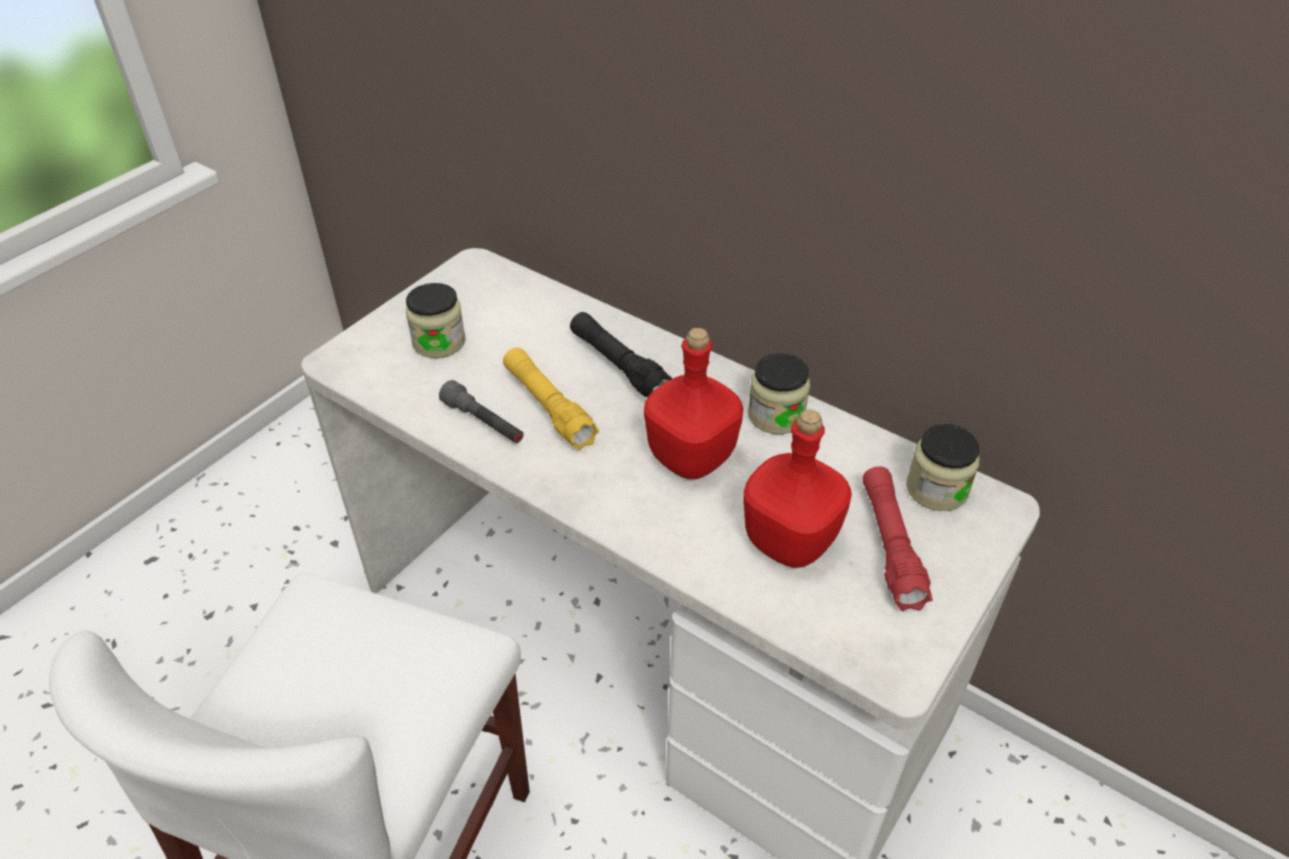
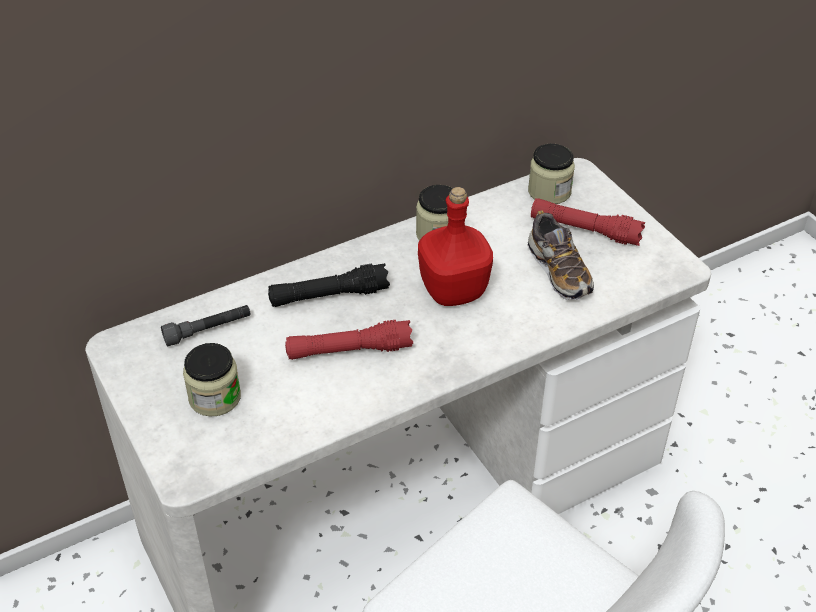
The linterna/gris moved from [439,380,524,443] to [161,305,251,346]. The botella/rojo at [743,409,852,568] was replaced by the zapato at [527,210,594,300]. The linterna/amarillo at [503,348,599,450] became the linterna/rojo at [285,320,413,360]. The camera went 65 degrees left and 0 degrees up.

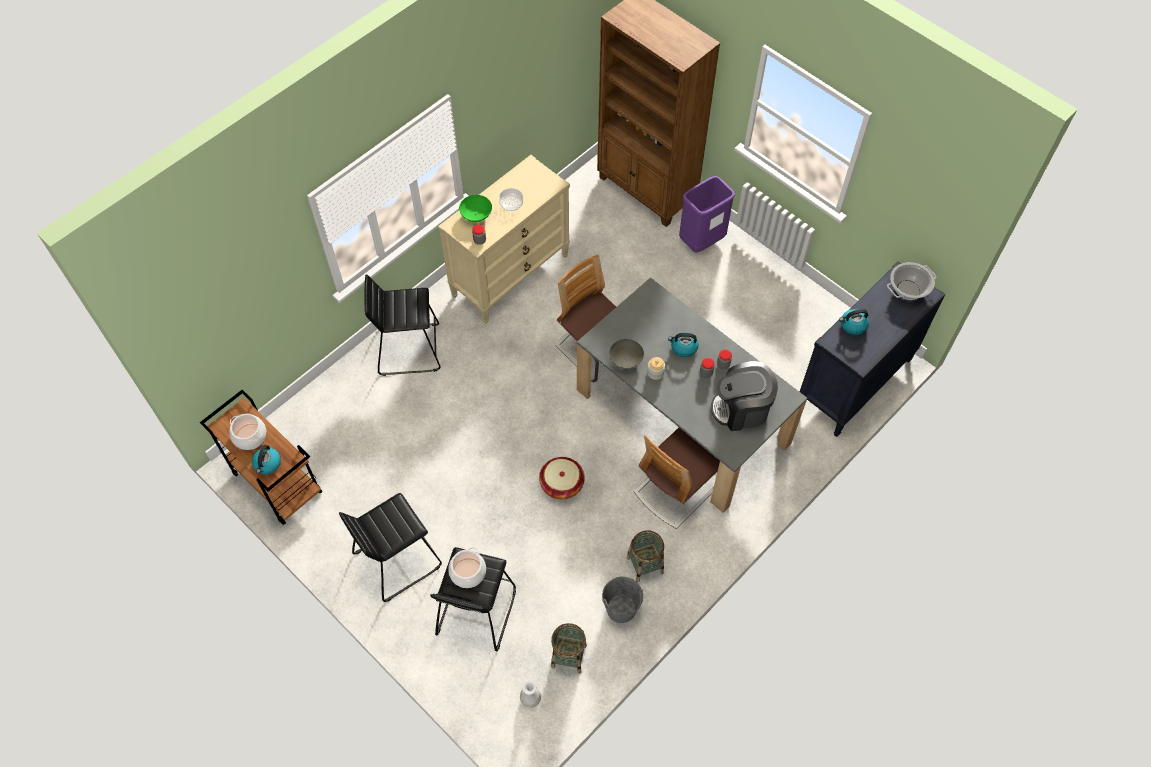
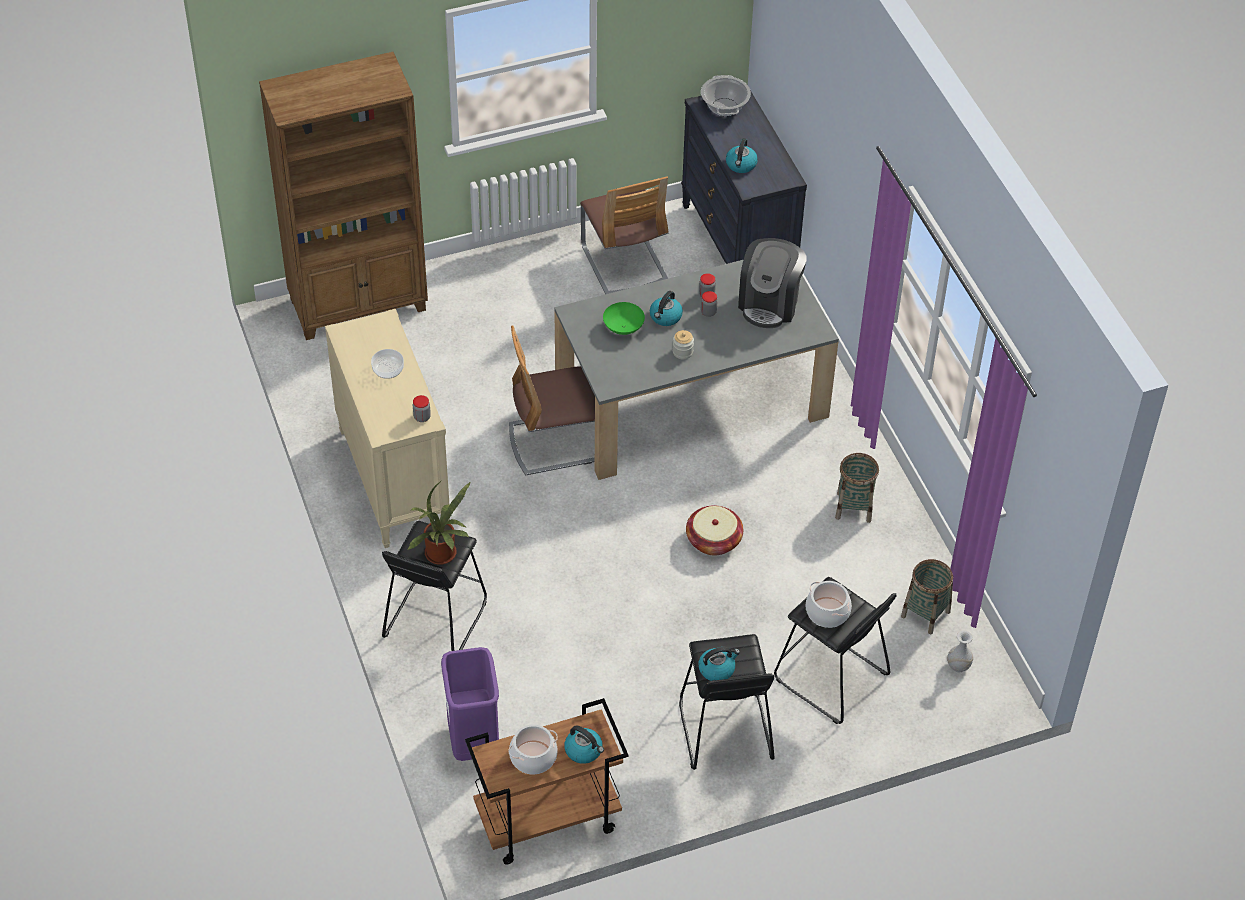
The cubo/gris at [602,577,643,623] disappeared. The cuenco/gris at [609,339,644,369] disappeared. The planta en maceta at [408,480,470,565] appeared. The hervidor at [698,647,740,681] appeared. The cuenco/verde moved from [459,195,492,222] to [603,302,645,335]. The silla moved from [634,428,720,529] to [580,176,669,294]. The papelera/morado moved from [679,176,735,253] to [441,647,499,761]. The camera went 65 degrees left and 10 degrees down.

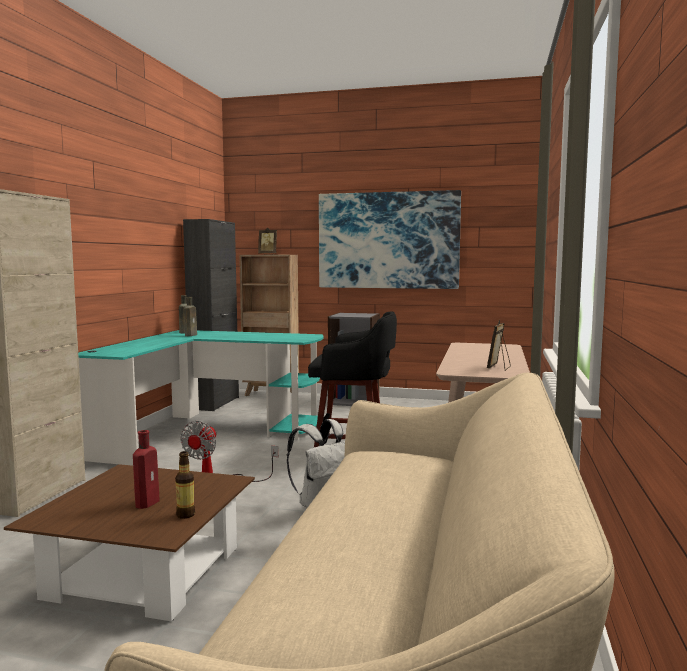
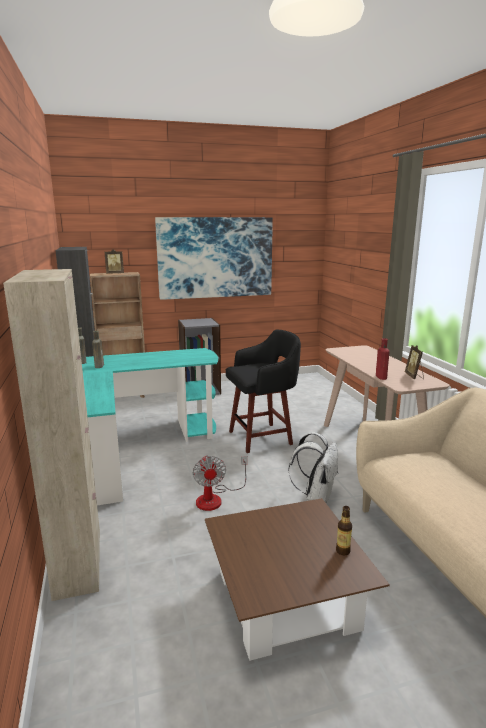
The botella/rojo moved from [133,430,160,509] to [376,338,389,380]. The camera went 30 degrees left and 10 degrees up.

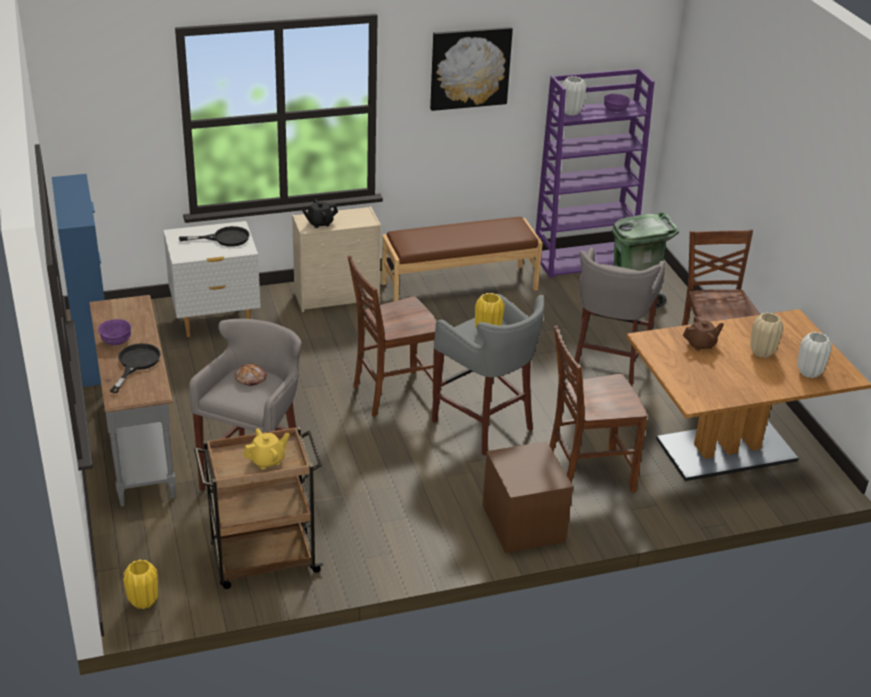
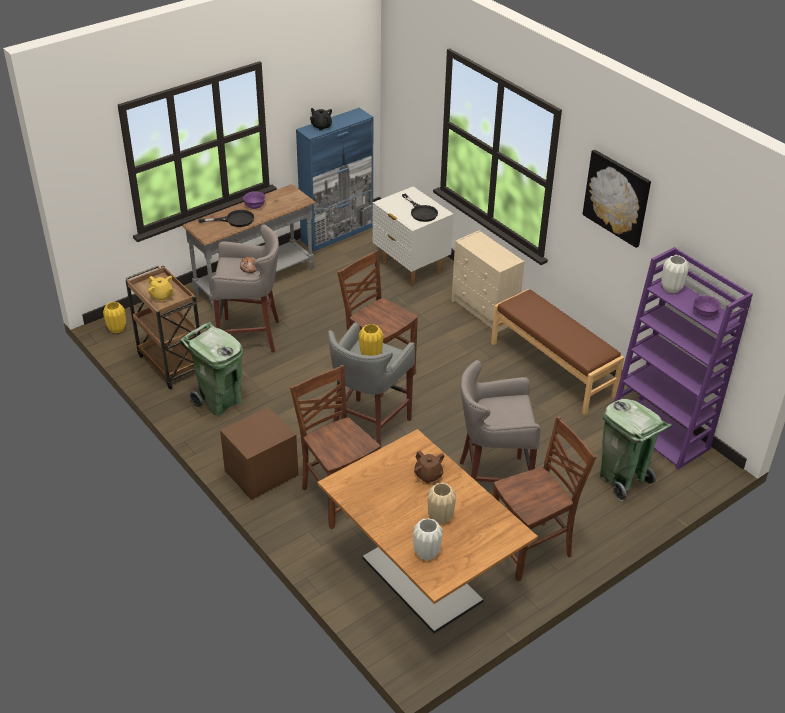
The papelera/verde at [180,322,244,416] appeared. The tetera/negro moved from [302,199,338,228] to [310,108,332,131]. The camera went 70 degrees right and 5 degrees up.

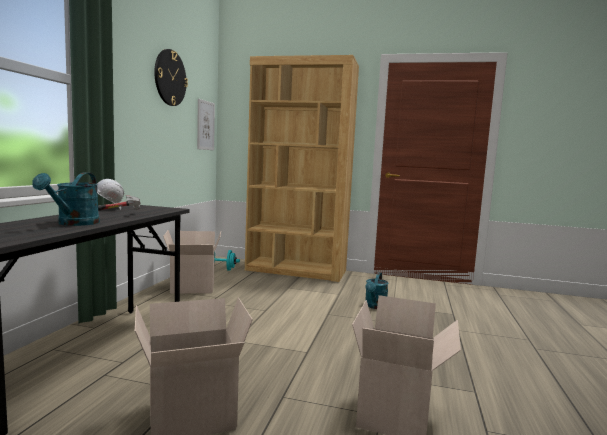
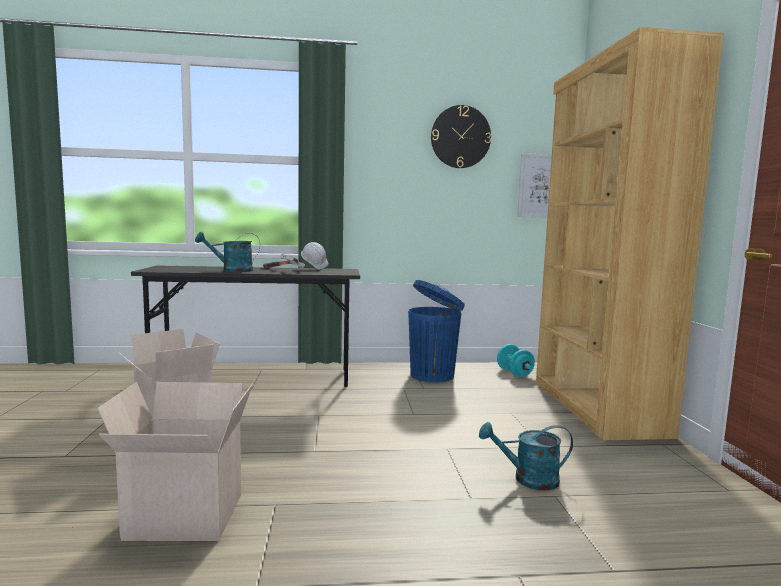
The caja de cartón at [163,230,221,294] was replaced by the papelera/azul at [408,280,465,382]. The camera went 70 degrees right and 0 degrees up.

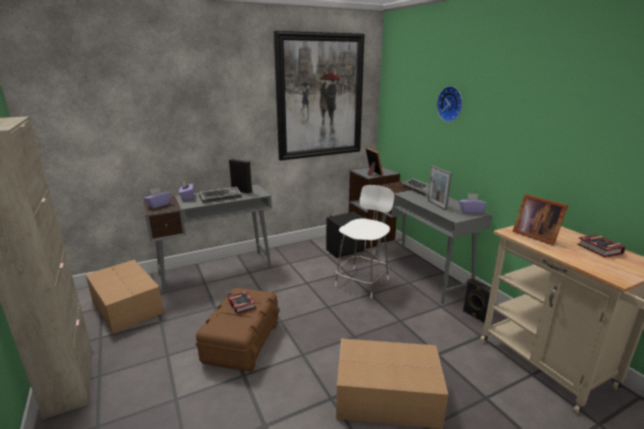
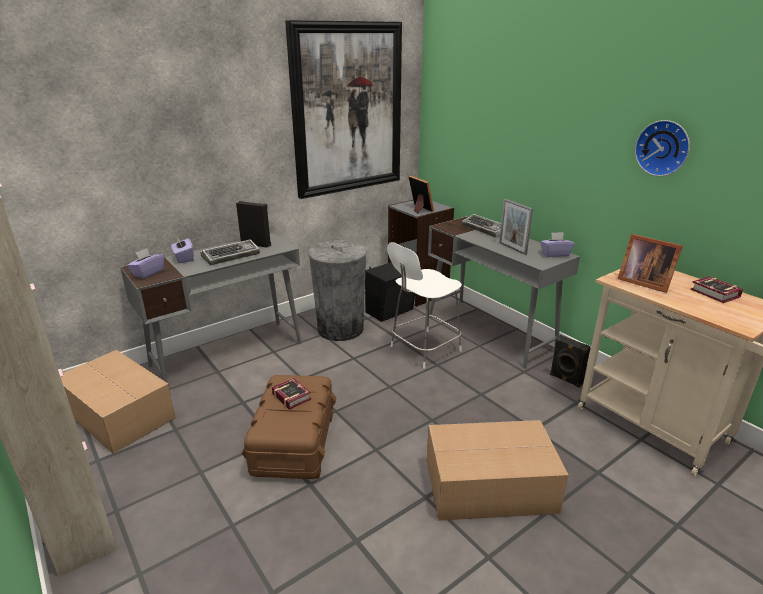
The papelera/gris at [308,240,367,341] appeared. The reloj de pared moved from [437,86,462,122] to [635,120,690,176]. The silla/blanco at [335,185,394,298] turned 150 degrees counterclockwise. The camera went 10 degrees left and 5 degrees up.

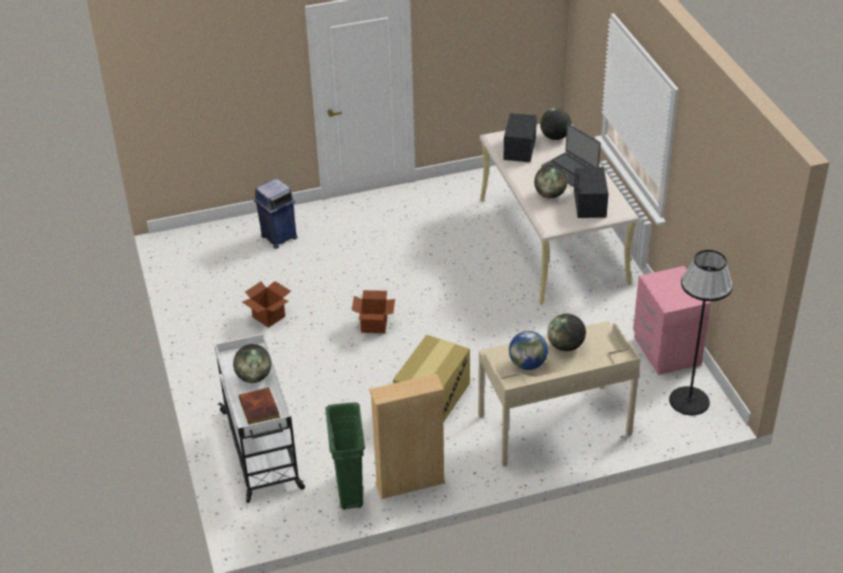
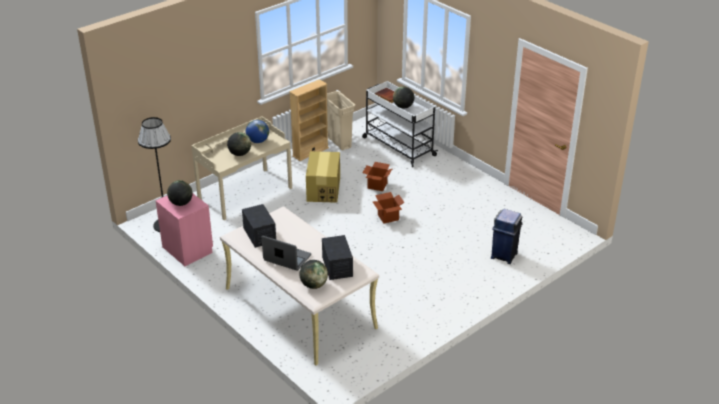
The caja de cartón moved from [242,281,291,328] to [362,162,392,191]. The globo terráqueo moved from [534,165,567,198] to [167,180,193,206]. The papelera/verde at [325,402,365,510] became the papelera/beis at [327,91,355,150]. The camera went 155 degrees right and 5 degrees down.

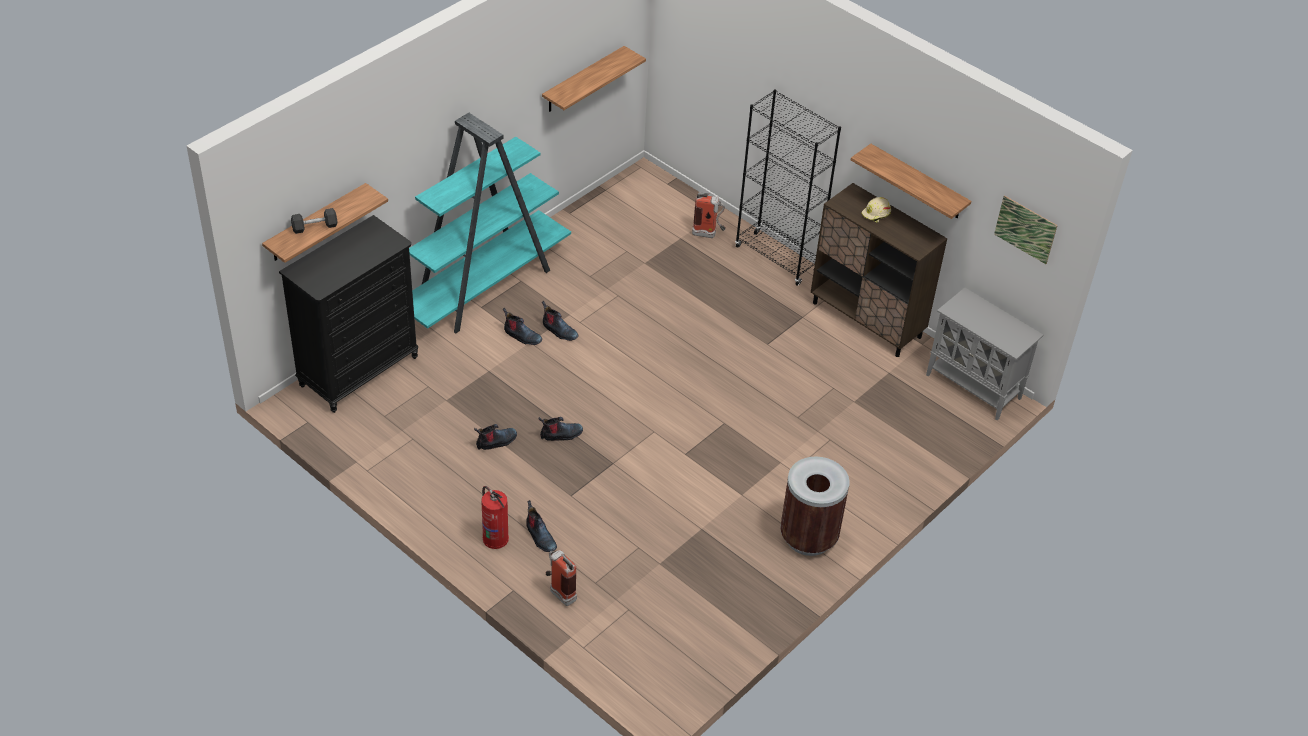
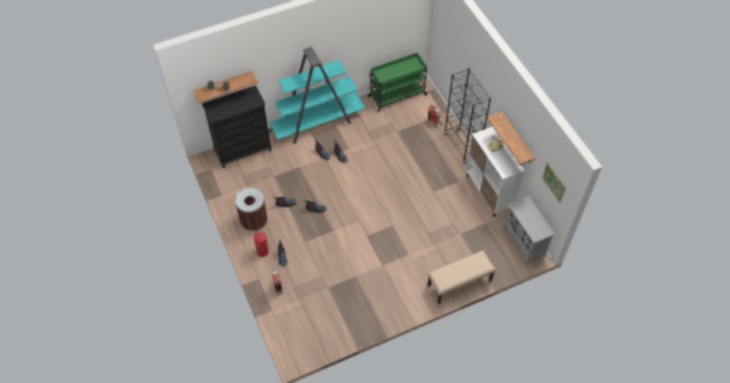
The estante at [542,46,646,112] disappeared. The carrito/verde at [368,53,428,113] appeared. The banco/beis at [428,250,496,304] appeared. The papelera/marrón moved from [780,457,850,556] to [235,188,267,231]. The armario/marrón at [811,183,948,357] became the armario/blanco at [466,127,524,217]. The camera went 25 degrees right and 10 degrees up.

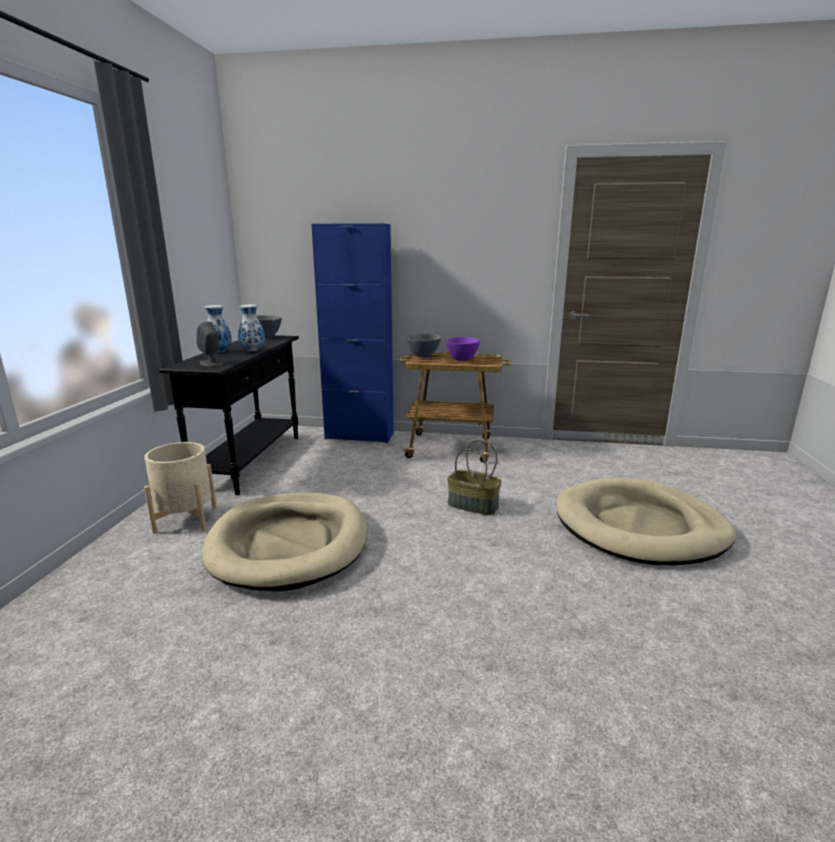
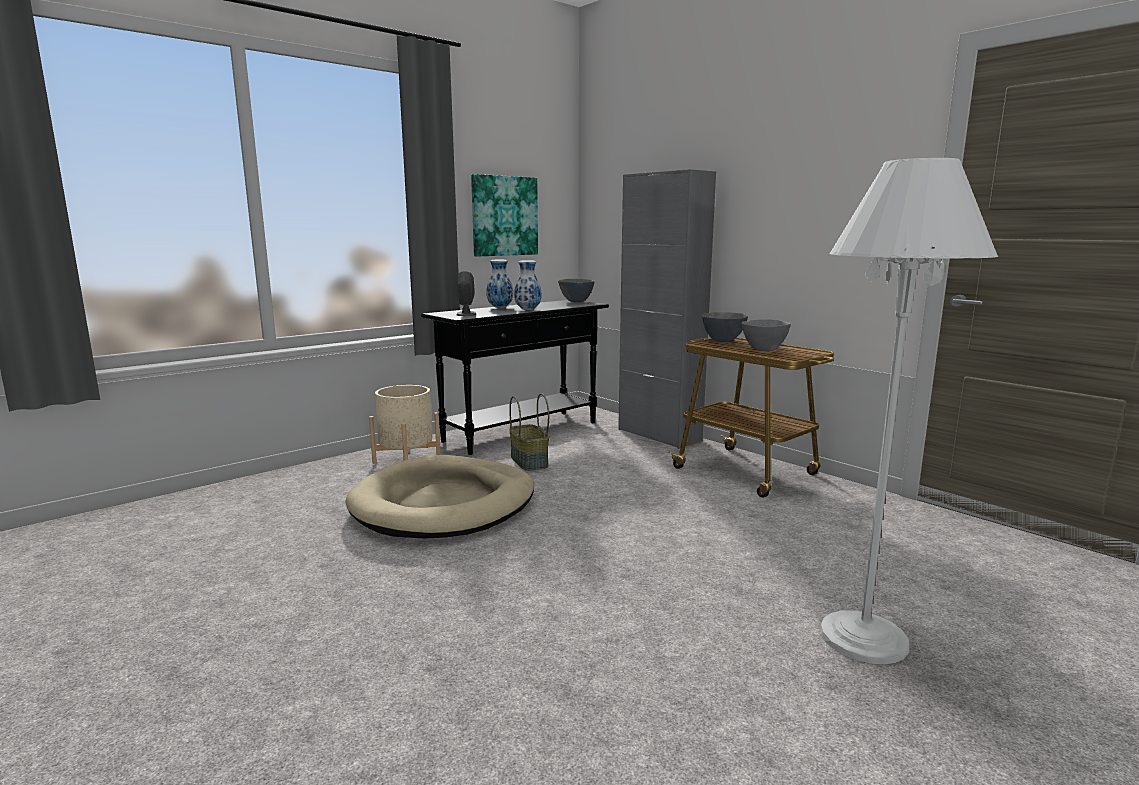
The cuadro at [471,174,538,256] appeared. The cesta moved from [447,440,502,515] to [509,393,549,471]. The cama para perro/beis at [556,478,736,565] was replaced by the lámpara de pie/blanco at [821,158,998,664]. The armario/azul at [311,223,394,443] became the armario/gris at [618,169,716,449]. The cuenco/morado at [446,337,480,361] became the cuenco/gris at [742,319,791,351]. The camera went 40 degrees right and 5 degrees down.

